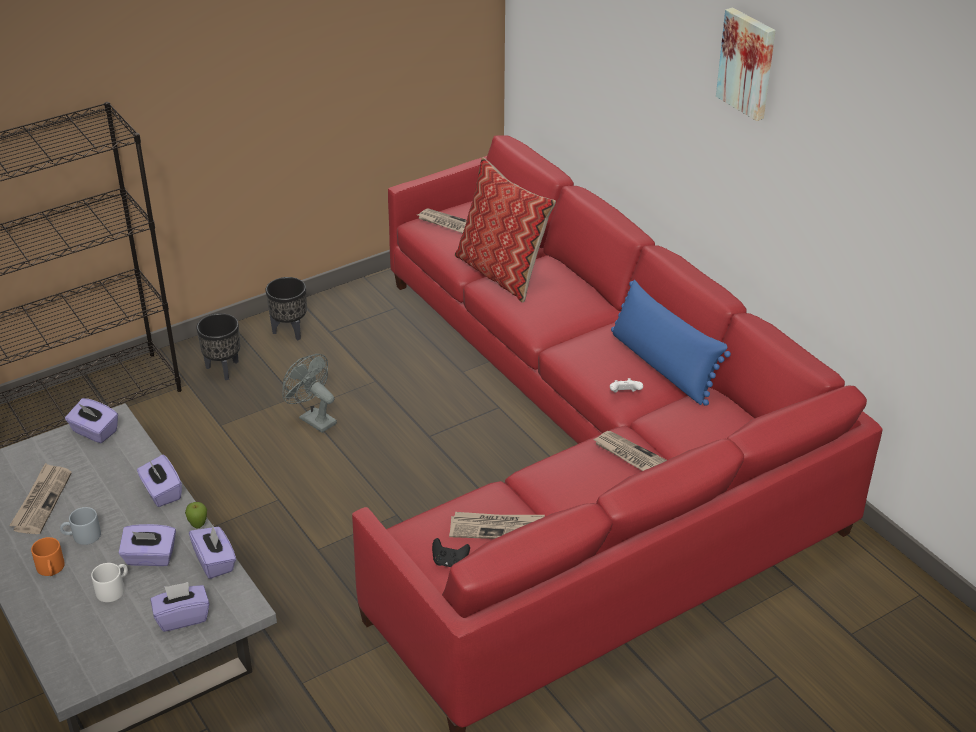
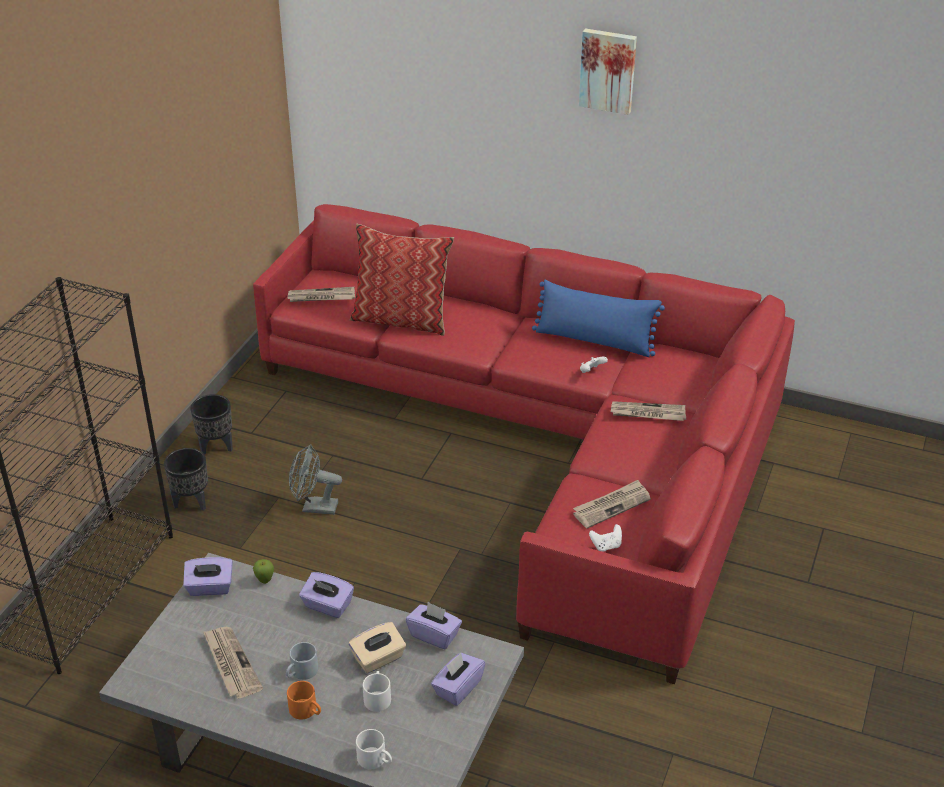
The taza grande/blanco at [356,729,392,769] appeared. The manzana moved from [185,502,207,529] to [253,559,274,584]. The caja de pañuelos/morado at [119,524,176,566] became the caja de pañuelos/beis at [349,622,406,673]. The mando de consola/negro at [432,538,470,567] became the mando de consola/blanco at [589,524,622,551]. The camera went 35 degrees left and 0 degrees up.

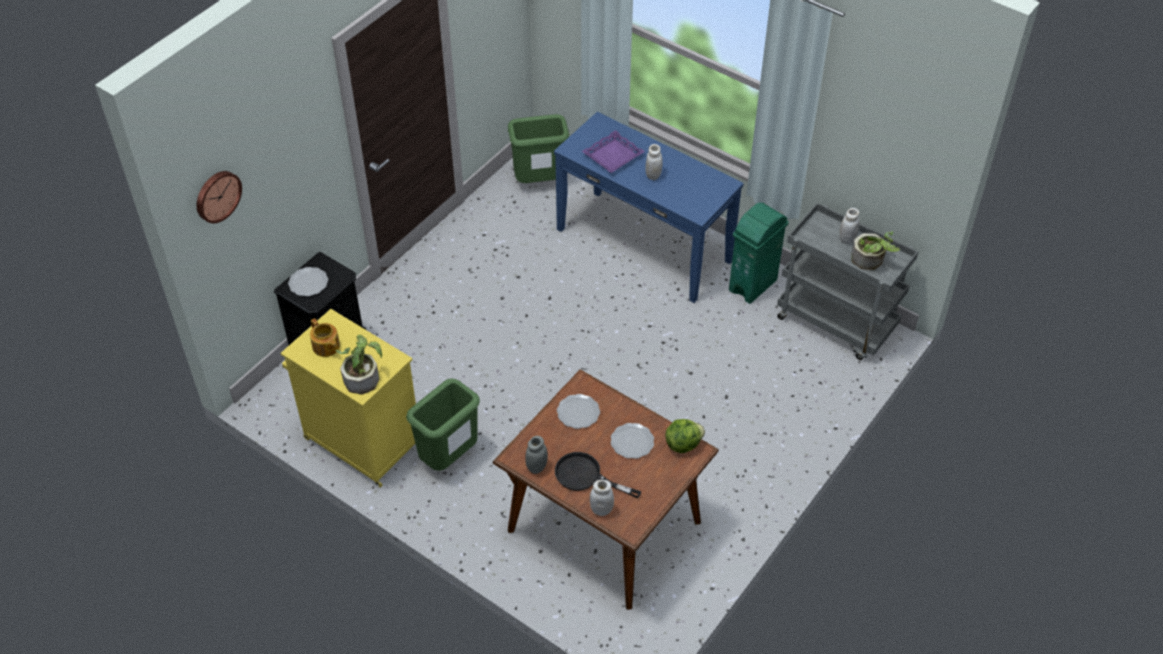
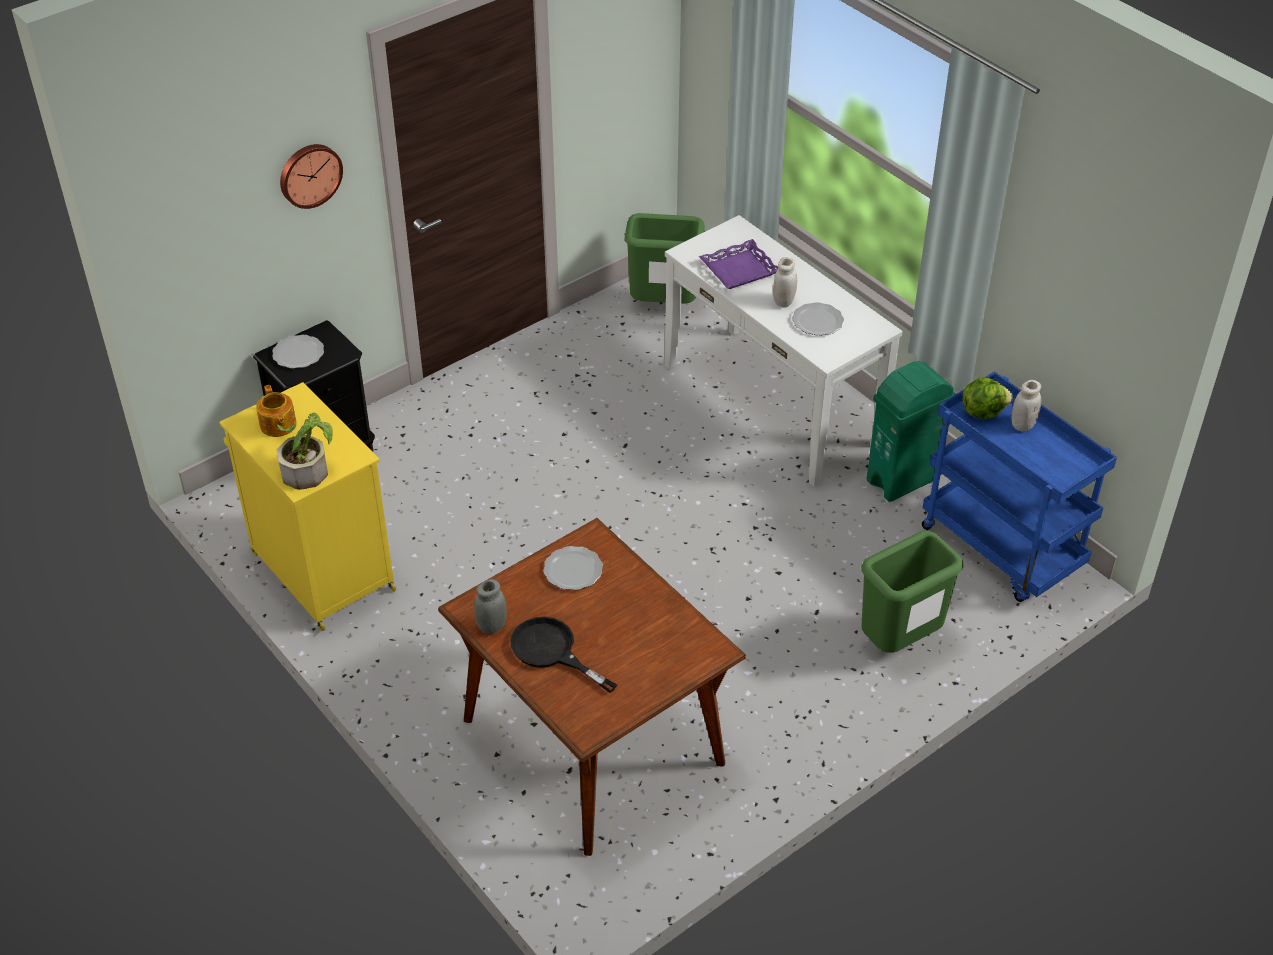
The tarro/blanco at [590,480,614,516] disappeared. The planta en maceta at [851,231,900,270] disappeared. The reloj de pared moved from [197,171,242,223] to [280,144,343,209]. The papelera/verde moved from [406,378,480,471] to [861,531,964,653]. The plato moved from [611,423,654,459] to [792,302,844,336]. The lechuga moved from [665,419,705,453] to [962,377,1013,419]. The mesa consola/azul at [554,112,744,303] became the mesa consola/blanco at [665,215,903,487]. The carrito/gris at [777,203,918,360] became the carrito/azul at [922,371,1117,602]. The camera went 15 degrees right and 5 degrees down.

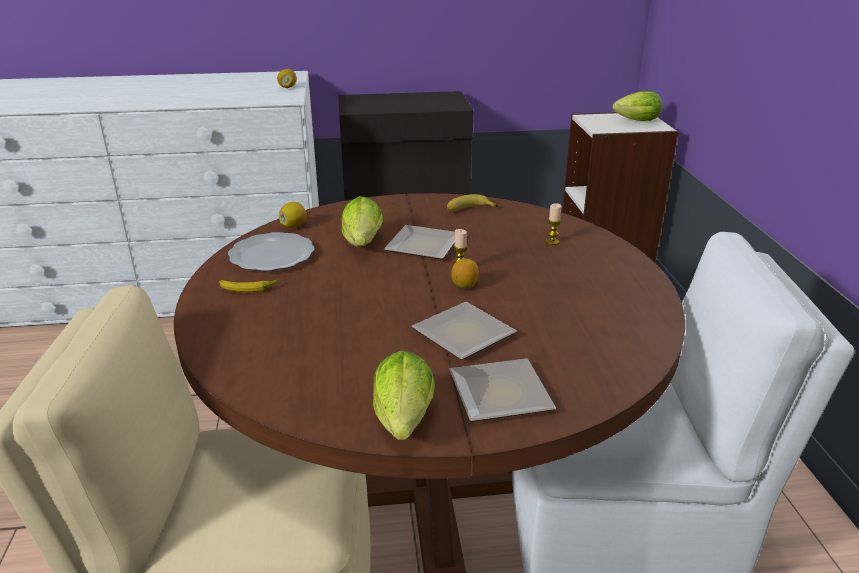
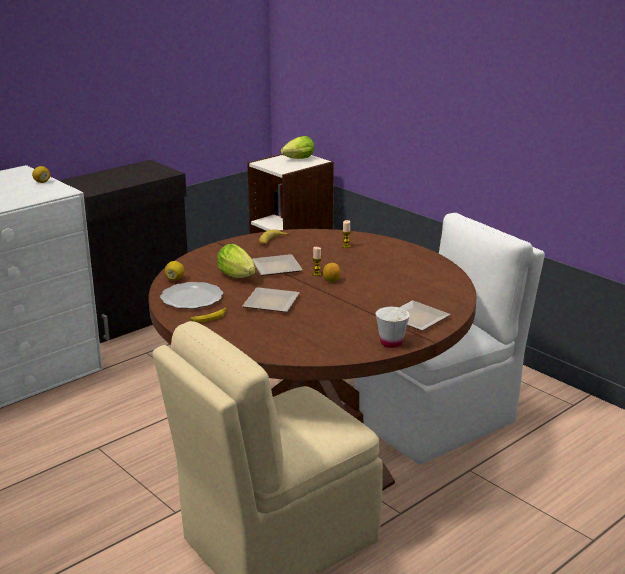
The plato moved from [411,302,517,360] to [242,287,300,312]. The lechuga at [373,350,435,440] was replaced by the taza/blanco at [376,307,410,348]. The camera went 35 degrees left and 5 degrees down.

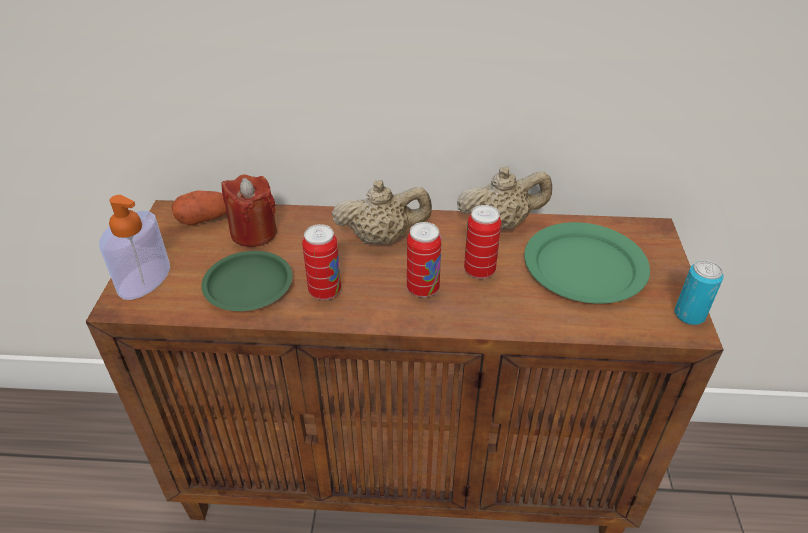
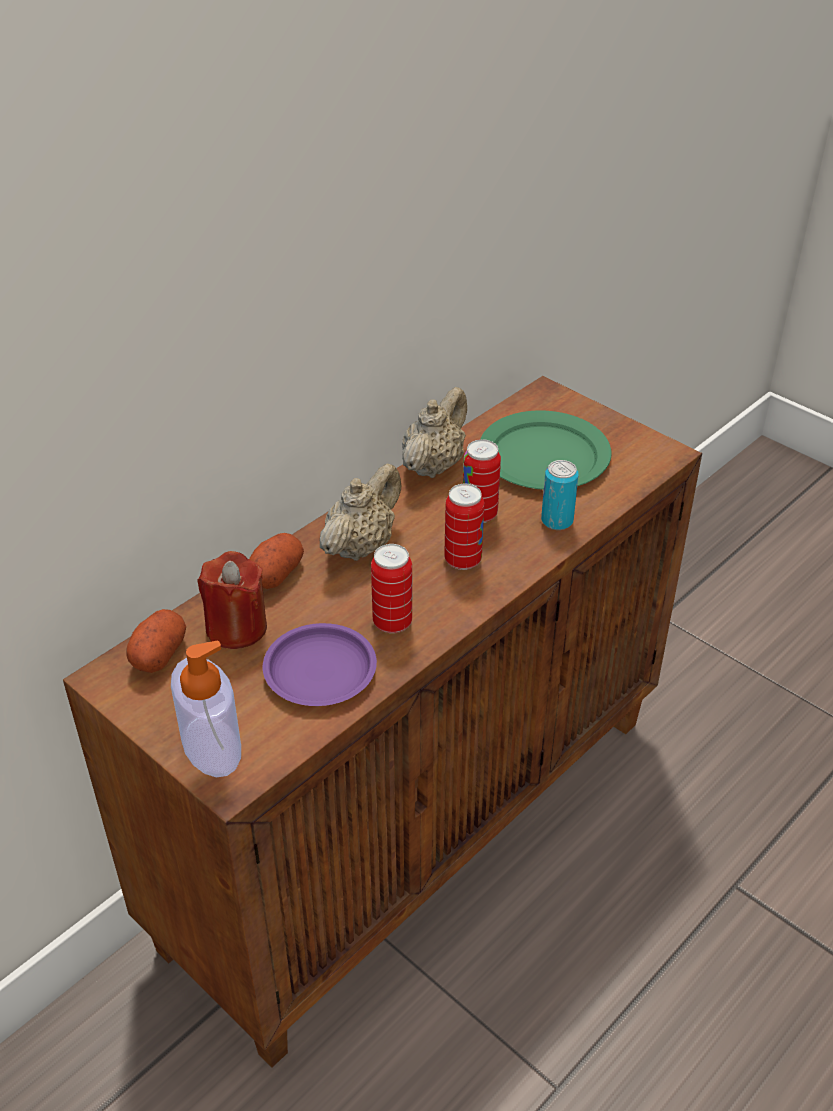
The patata at [249,533,304,589] appeared. The lata moved from [675,260,724,325] to [541,460,579,530]. The plato/verde at [201,251,292,311] became the plato/morado at [263,623,377,706]. The camera went 50 degrees left and 0 degrees up.

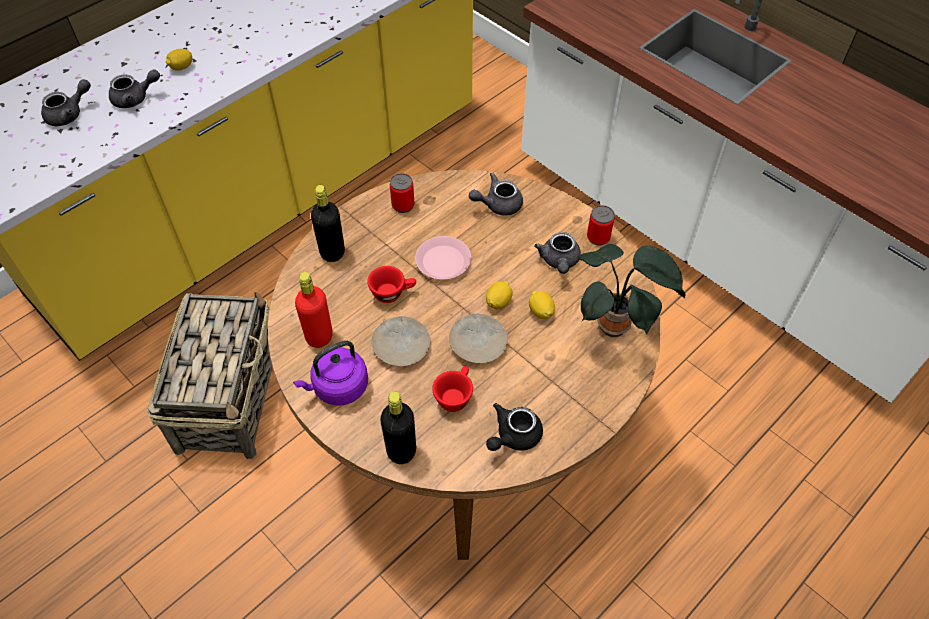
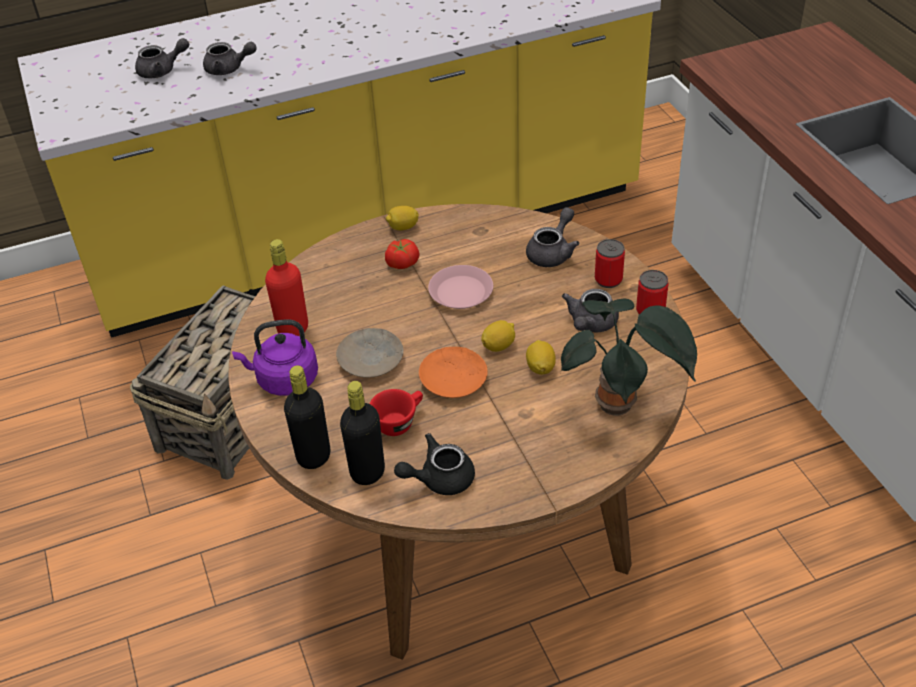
The taza/rojo at [367,266,416,303] disappeared. The tomate at [385,239,420,269] appeared. The limón moved from [166,49,193,71] to [386,206,419,230]. The botella/negro moved from [311,185,345,262] to [340,381,385,485]. The lata moved from [390,173,415,213] to [595,239,625,288]. The plato/beis at [449,314,508,364] became the plato/naranja at [419,347,487,398]. The tetera/gris at [469,173,523,216] turned 120 degrees clockwise. The camera went 25 degrees right and 10 degrees down.

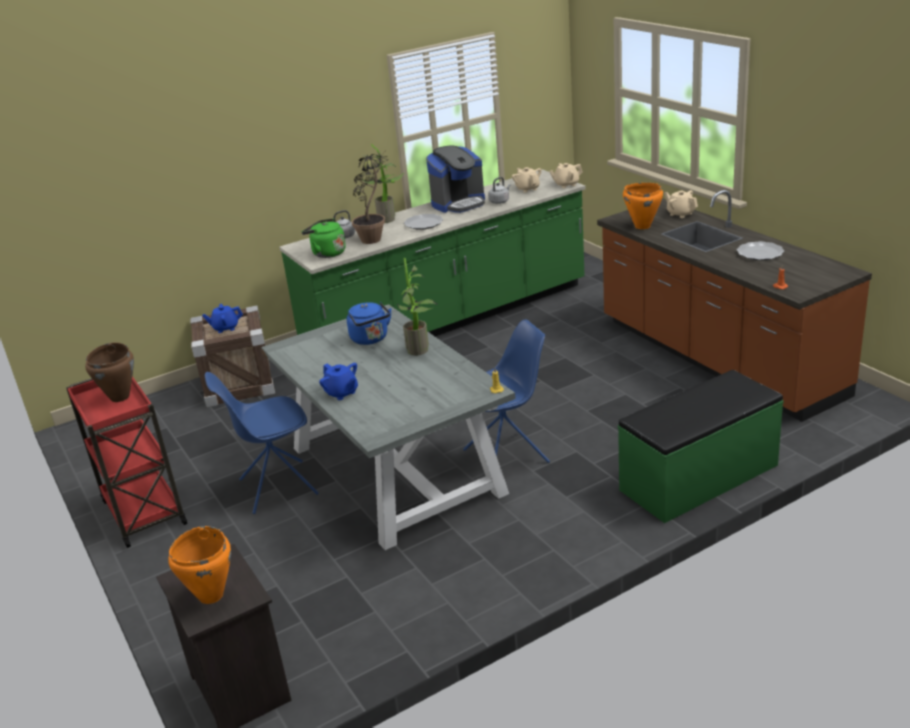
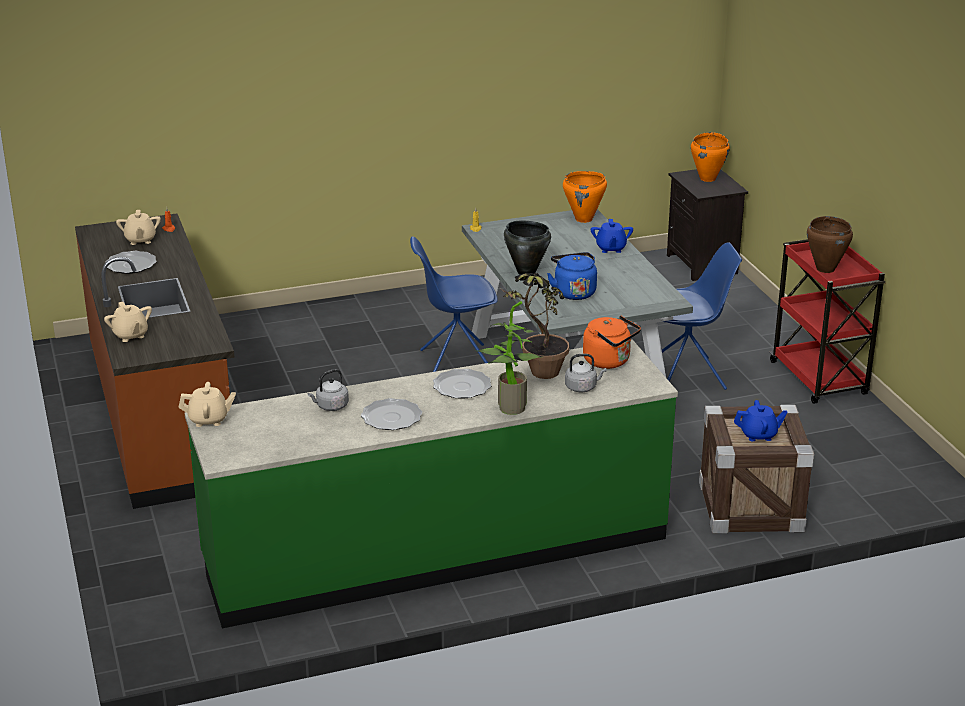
The banco/verde at [618,370,784,523] disappeared. The tetera/beis moved from [512,167,542,193] to [116,210,161,245]. The olla/naranja moved from [623,183,663,229] to [563,171,607,223]. The planta en maceta at [397,258,438,355] was replaced by the olla/negro at [504,221,551,275]. The cafetera at [426,146,485,213] was replaced by the plato at [361,398,422,430]. The hervidor/verde at [302,218,346,258] became the hervidor/naranja at [583,315,641,369]. The tetera/azul at [319,363,358,400] turned 150 degrees counterclockwise. The camera went 170 degrees left and 0 degrees up.

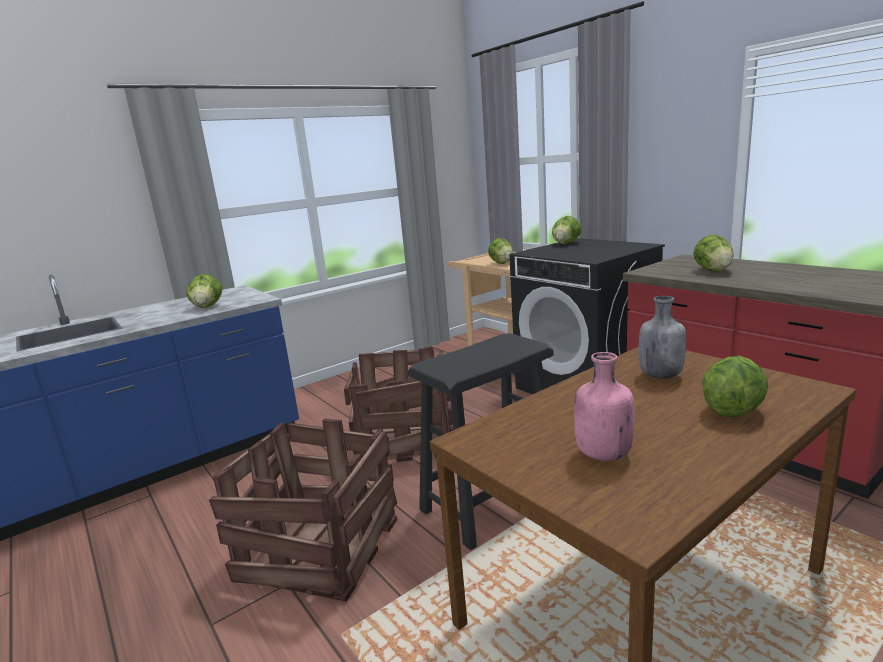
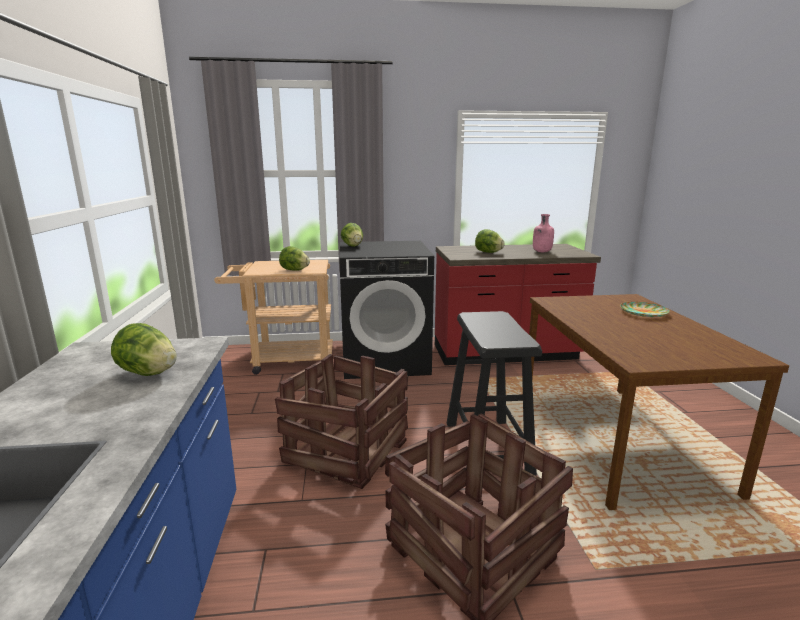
The botella/gris at [639,296,686,379] disappeared. The botella/rosa moved from [574,352,635,461] to [533,214,554,252]. The lechuga at [702,356,768,418] was replaced by the plato at [620,302,670,317]. The camera went 60 degrees left and 0 degrees up.

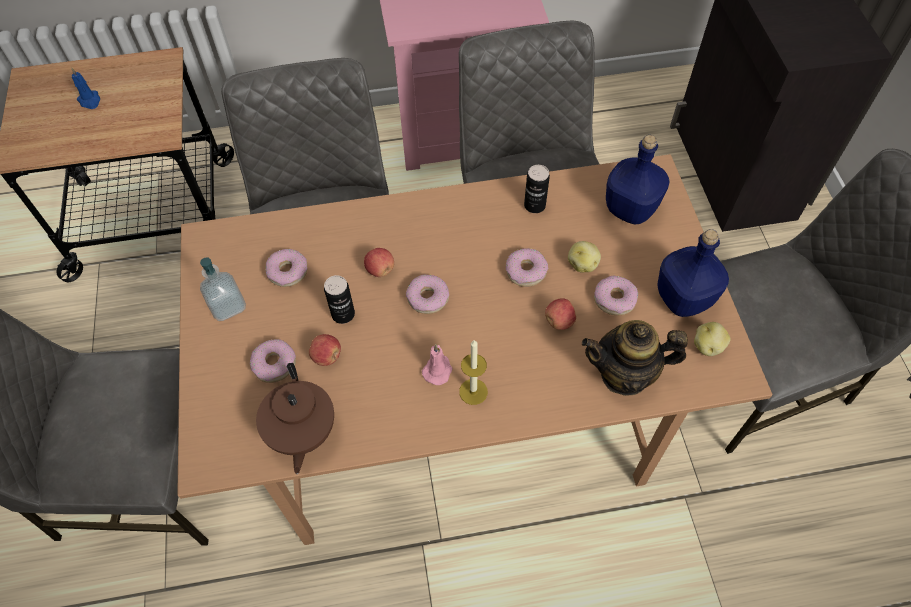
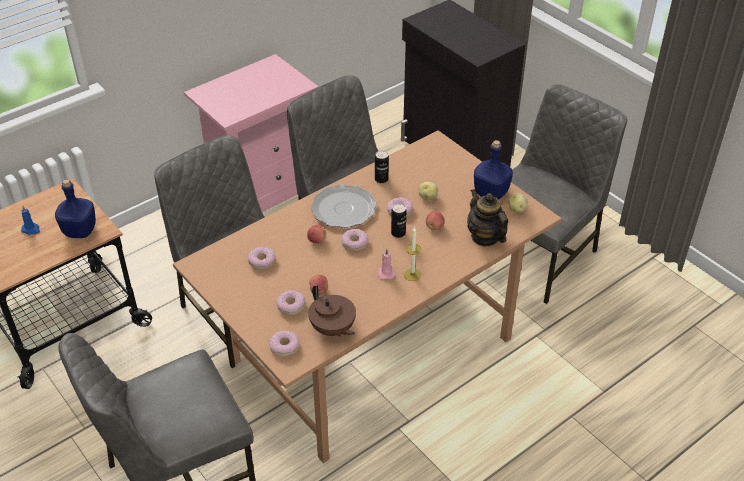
The dispensador de jabón at [200,257,246,321] disappeared. The plato at [311,184,377,228] appeared. The lata moved from [324,275,355,324] to [391,204,406,238]. The rosquilla moved from [594,275,638,315] to [269,331,299,357]. The botella/azul moved from [606,135,670,225] to [55,179,96,238]. The tetera at [582,320,688,396] turned 90 degrees clockwise. The camera went 30 degrees left and 15 degrees down.

